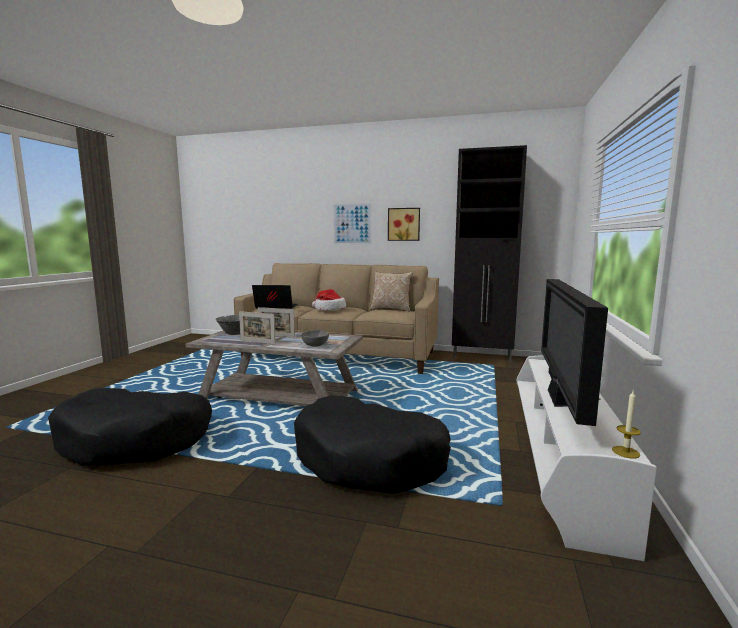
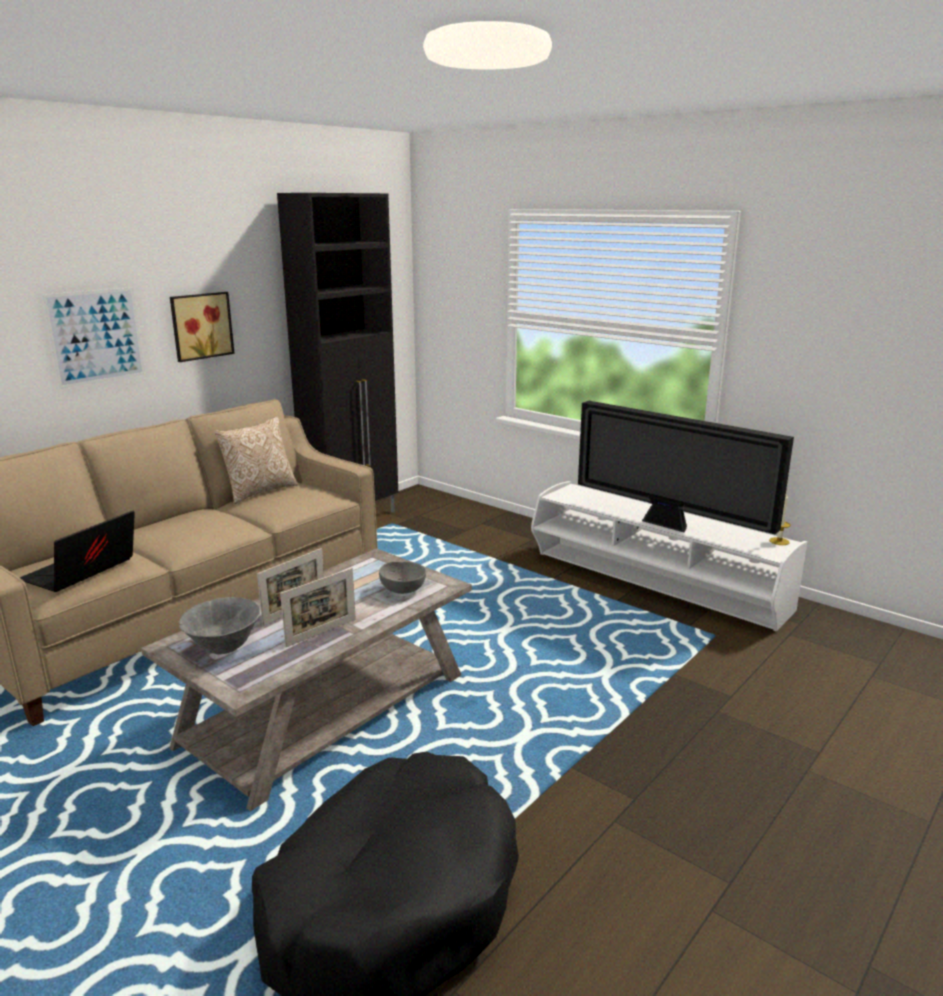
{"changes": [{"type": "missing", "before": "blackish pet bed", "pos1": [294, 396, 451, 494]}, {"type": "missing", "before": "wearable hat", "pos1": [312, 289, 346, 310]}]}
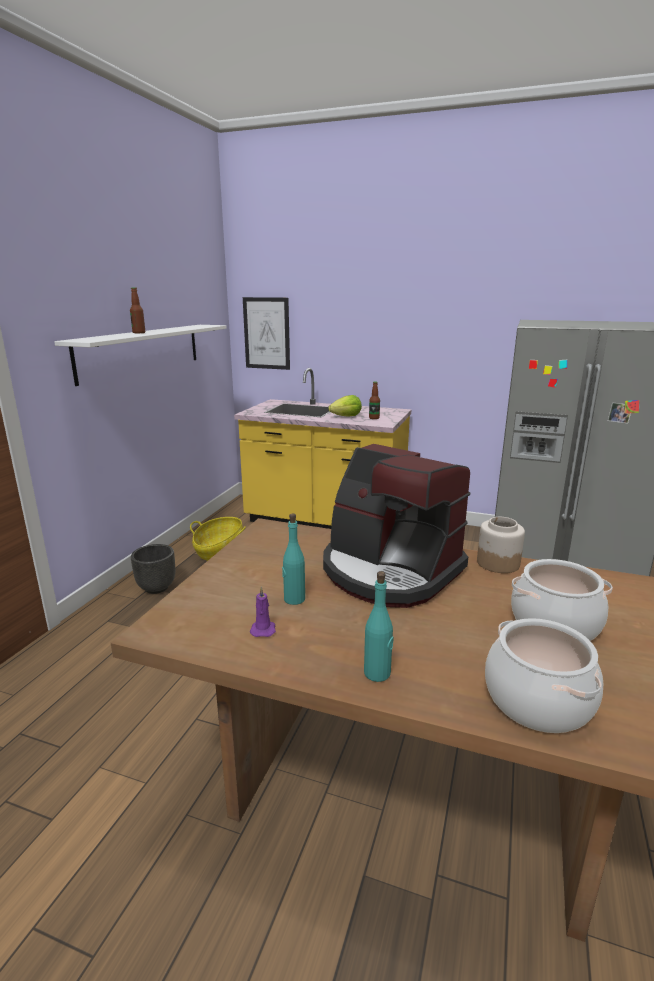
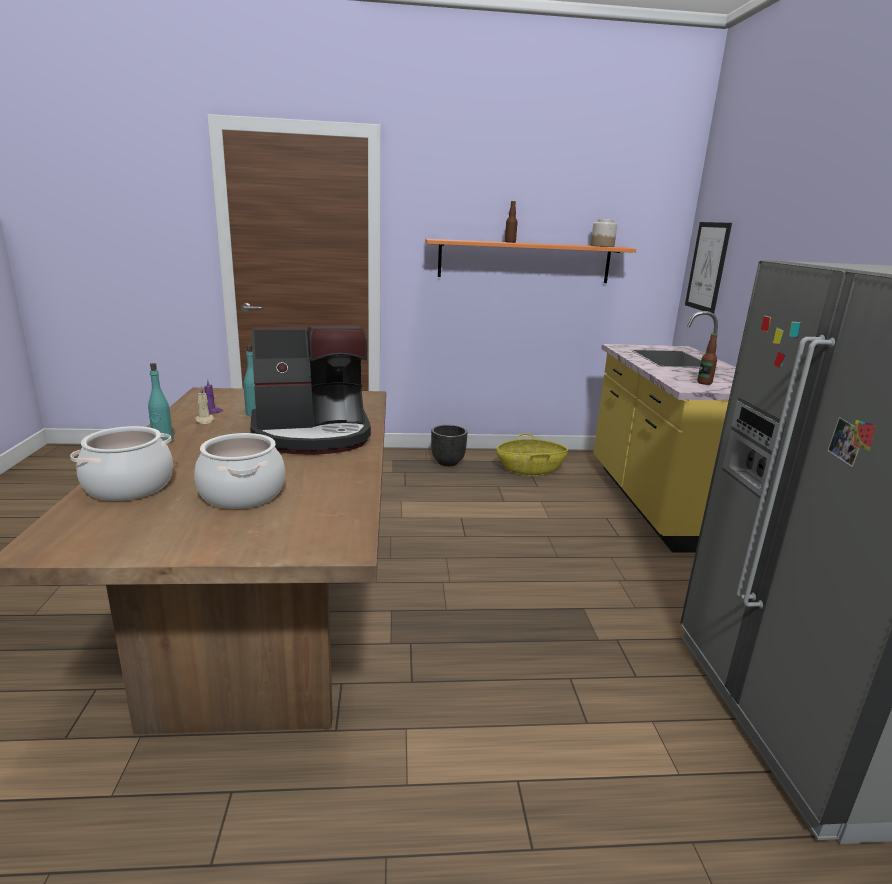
{"changes": [{"type": "colour", "before": "whitish wall shelf", "after": "orange wall shelf", "pos1": [54, 325, 227, 386], "pos2": [425, 239, 636, 283]}, {"type": "spun", "before": "coffee brewer", "pos1": [323, 444, 470, 608], "pos2": [250, 326, 371, 455], "turn": -120}, {"type": "missing", "before": "lettuce", "pos1": [328, 395, 362, 416]}, {"type": "relocated", "before": "preserve jar", "pos1": [477, 517, 525, 573], "pos2": [591, 219, 617, 247]}, {"type": "appeared", "after": "sand-coloured wax candle", "pos2": [194, 386, 214, 424]}]}
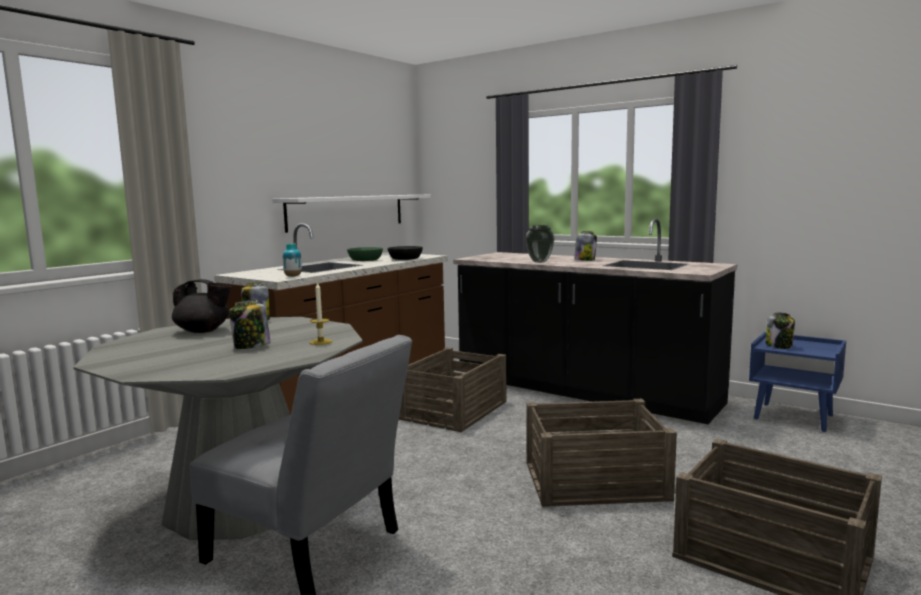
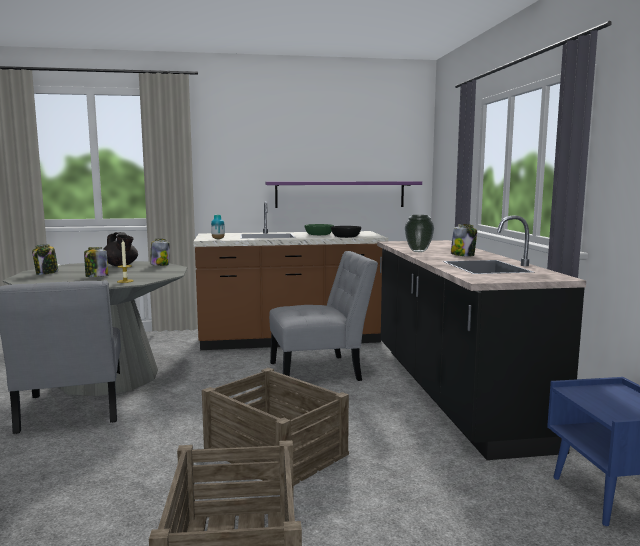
{"changes": [{"type": "colour", "before": "whitish wall shelf", "after": "purplish wall shelf", "pos1": [272, 195, 431, 233], "pos2": [265, 181, 422, 208]}, {"type": "exchanged", "before": "shipping crate", "after": "greyish chair", "pos1": [399, 347, 507, 432], "pos2": [269, 251, 378, 381]}, {"type": "relocated", "before": "preserve jar", "pos1": [766, 312, 795, 349], "pos2": [32, 244, 59, 275]}]}
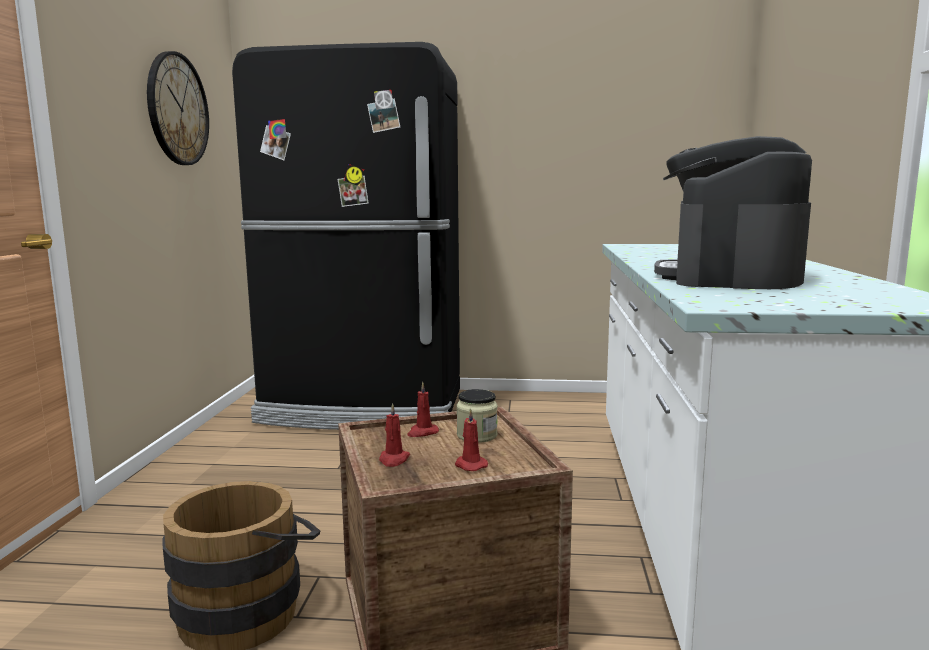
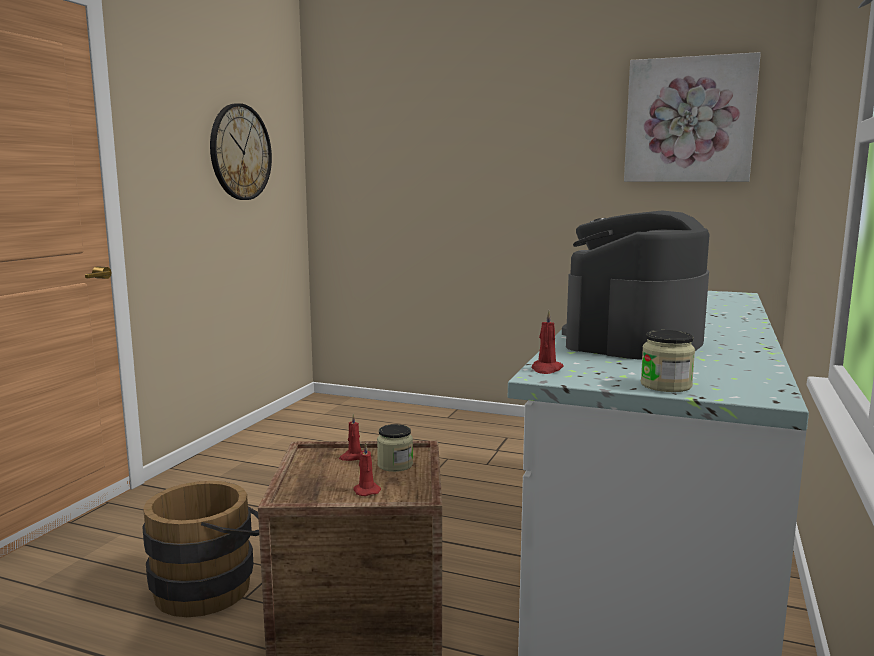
{"changes": [{"type": "missing", "before": "blackish refrigerator", "pos1": [232, 42, 460, 430]}, {"type": "relocated", "before": "red-coloured wax candle", "pos1": [379, 403, 410, 467], "pos2": [532, 310, 563, 374]}, {"type": "appeared", "after": "wall art", "pos2": [624, 52, 761, 182]}, {"type": "appeared", "after": "preserve jar", "pos2": [641, 330, 695, 392]}]}
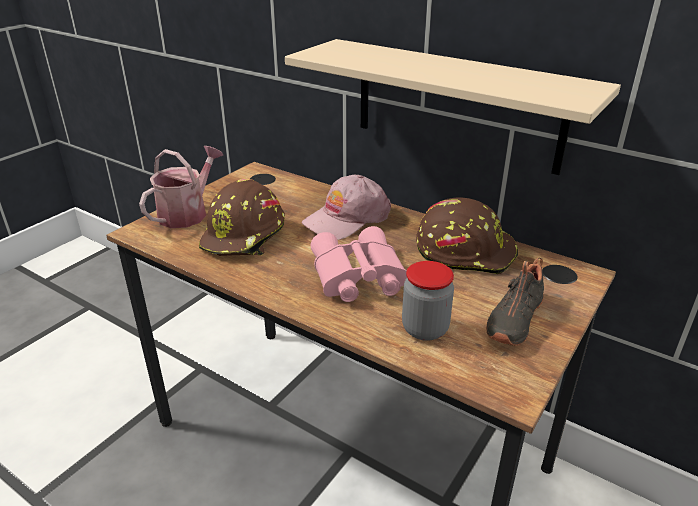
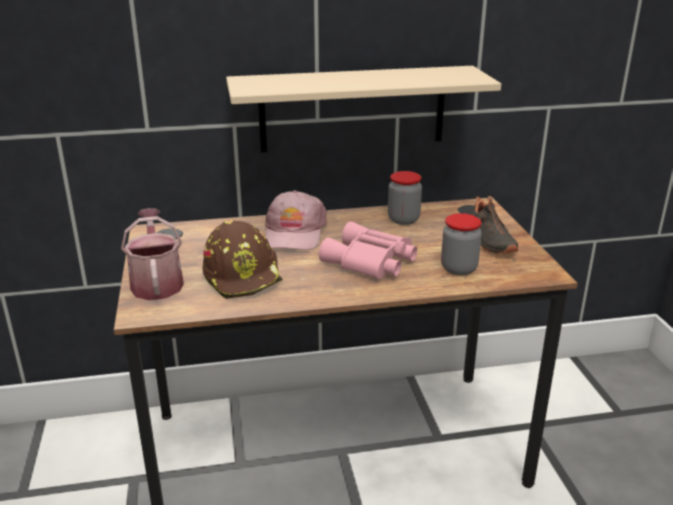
{"changes": [{"type": "exchanged", "before": "brown-coloured work helmet", "after": "preserve jar", "pos1": [416, 197, 518, 274], "pos2": [388, 171, 422, 225]}]}
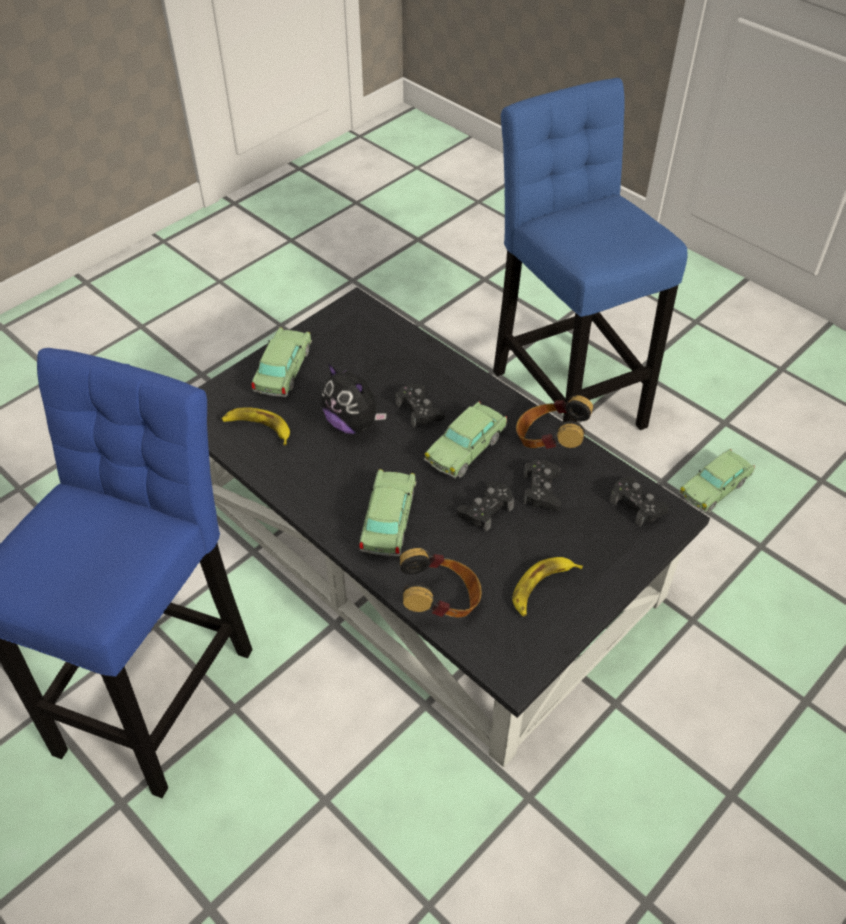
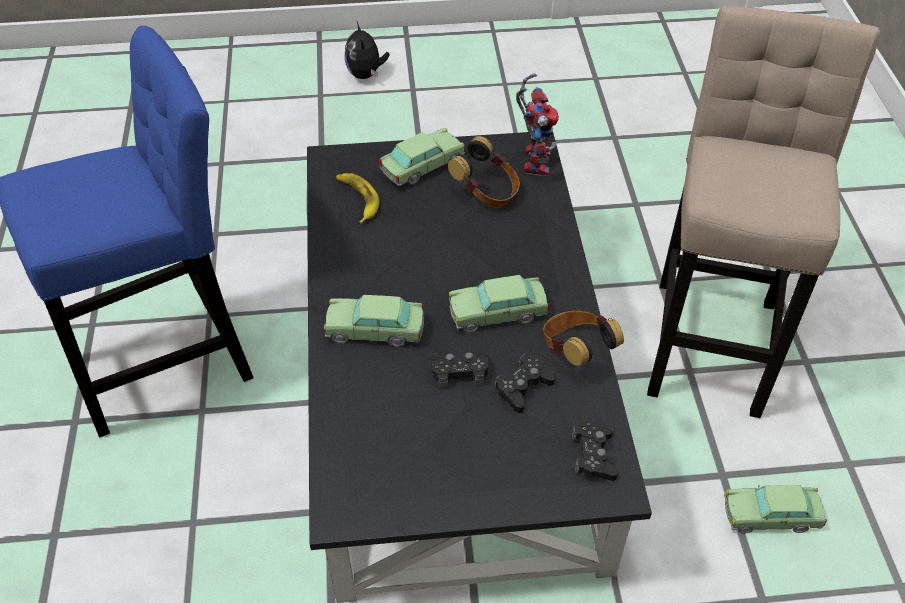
{"changes": [{"type": "relocated", "before": "plush toy", "pos1": [321, 363, 387, 434], "pos2": [344, 22, 390, 79]}, {"type": "spun", "before": "miniature car", "pos1": [359, 469, 416, 557], "pos2": [324, 295, 424, 347], "turn": -135}, {"type": "missing", "before": "blackish joypad", "pos1": [395, 384, 445, 427]}, {"type": "relocated", "before": "headset", "pos1": [400, 548, 482, 617], "pos2": [448, 136, 520, 207]}, {"type": "colour", "before": "blue stool seat", "after": "sand-coloured stool seat", "pos1": [493, 78, 688, 430], "pos2": [647, 6, 880, 418]}, {"type": "missing", "before": "whole banana", "pos1": [512, 557, 583, 616]}, {"type": "appeared", "after": "model robot", "pos2": [516, 73, 559, 176]}]}
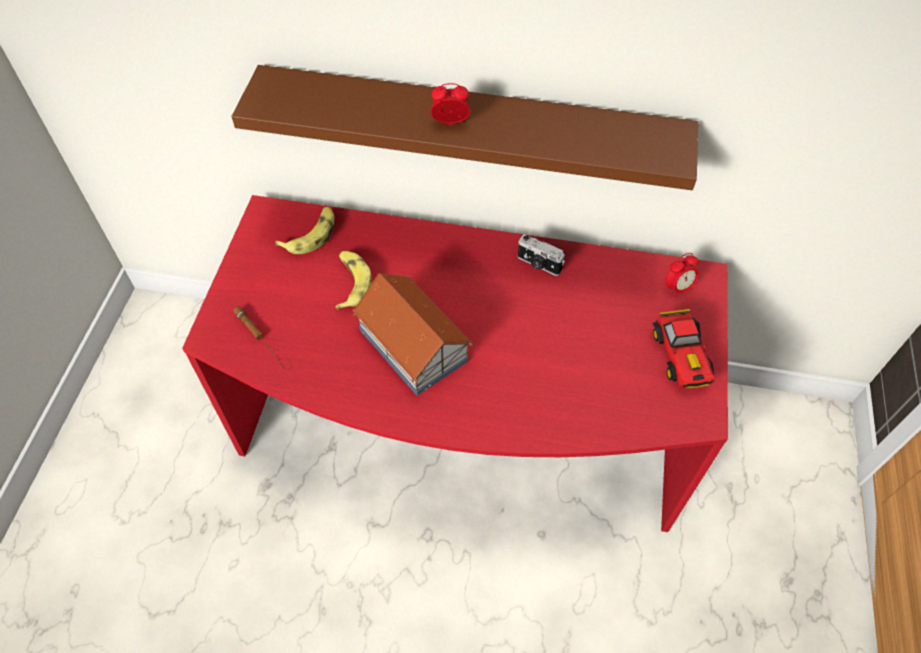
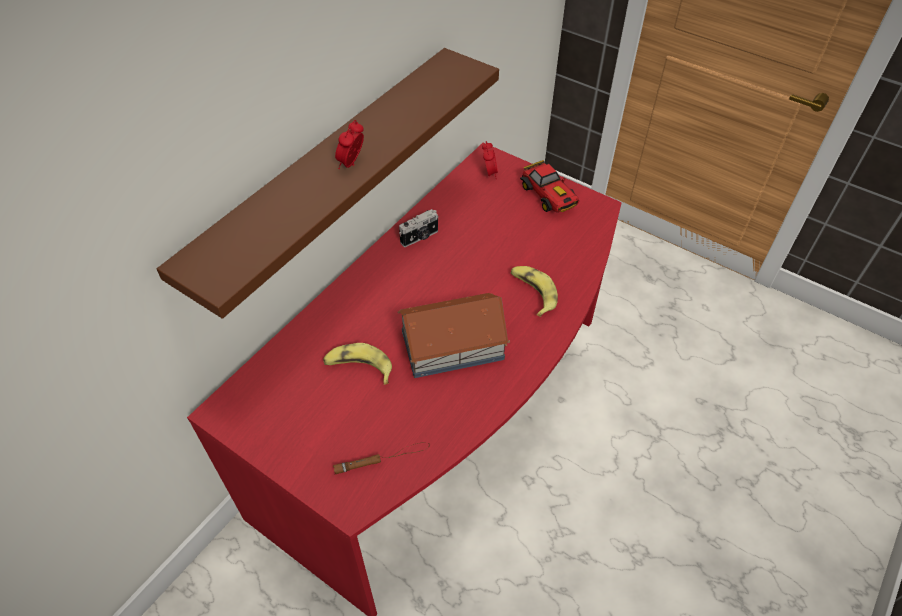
{"changes": [{"type": "relocated", "before": "whole banana", "pos1": [275, 207, 335, 254], "pos2": [510, 266, 558, 317]}, {"type": "spun", "before": "miniature car", "pos1": [653, 309, 715, 389], "pos2": [520, 160, 579, 212], "turn": 45}]}
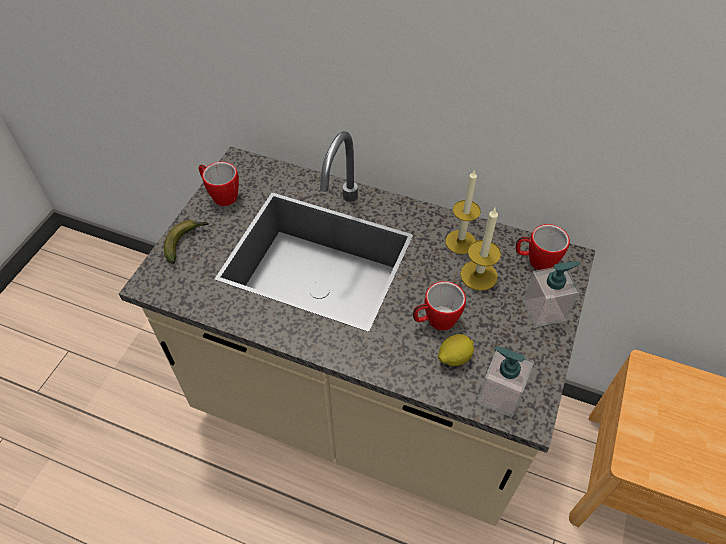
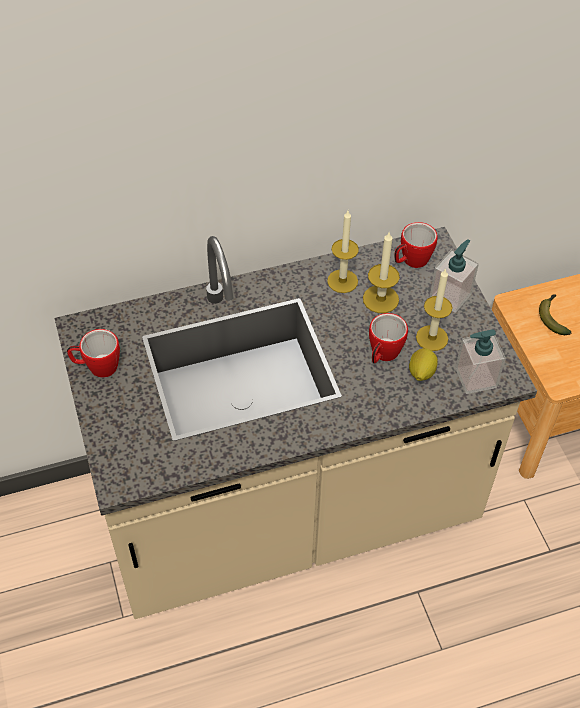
{"changes": [{"type": "relocated", "before": "whole banana", "pos1": [164, 220, 208, 264], "pos2": [539, 294, 571, 335]}, {"type": "appeared", "after": "wax candle", "pos2": [416, 268, 452, 351]}]}
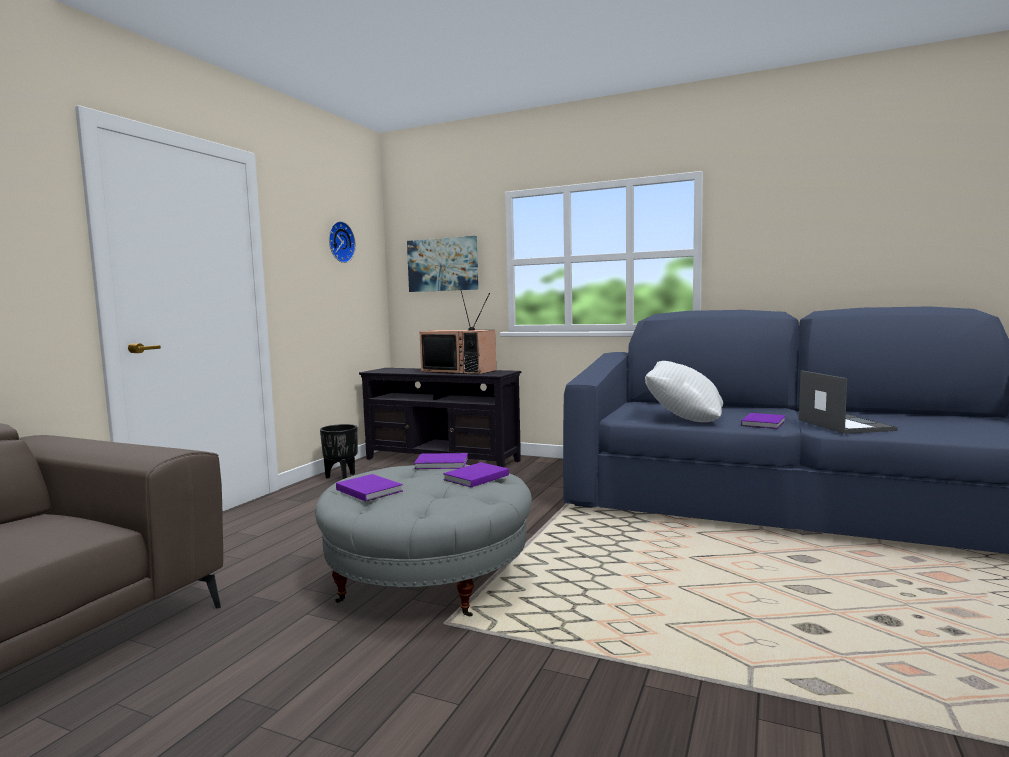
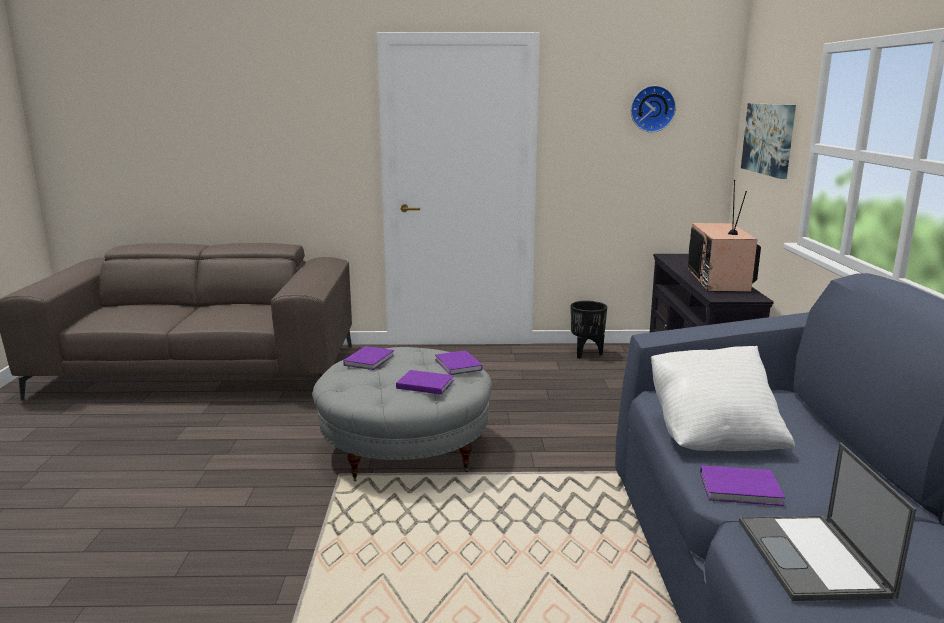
{"changes": [{"type": "spun", "before": "laptop", "pos1": [799, 370, 898, 434], "pos2": [739, 442, 916, 601], "turn": 120}]}
